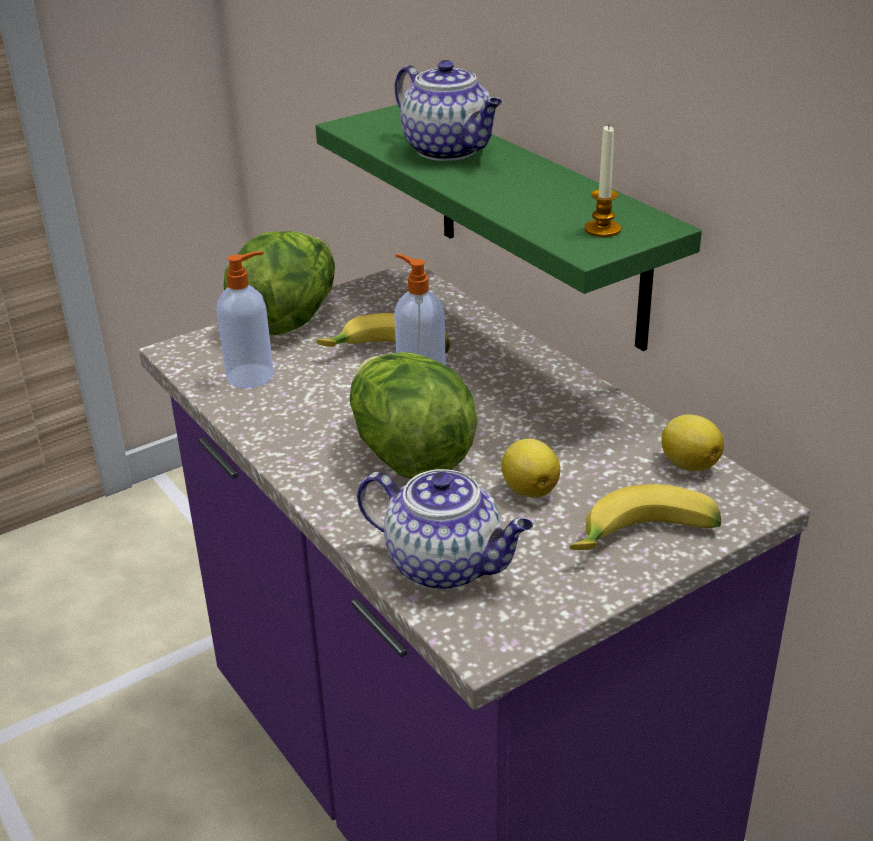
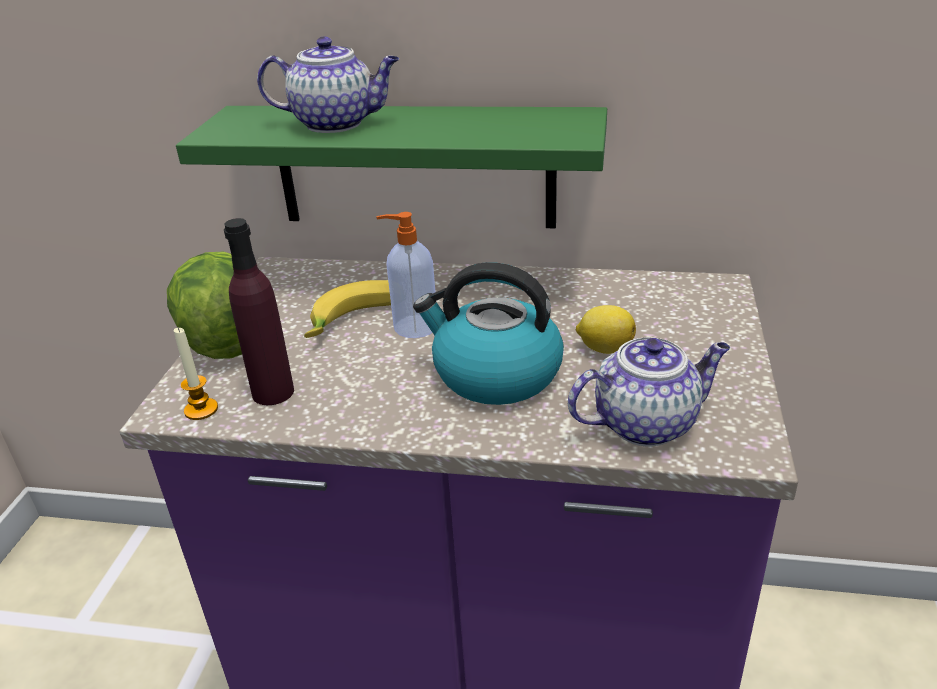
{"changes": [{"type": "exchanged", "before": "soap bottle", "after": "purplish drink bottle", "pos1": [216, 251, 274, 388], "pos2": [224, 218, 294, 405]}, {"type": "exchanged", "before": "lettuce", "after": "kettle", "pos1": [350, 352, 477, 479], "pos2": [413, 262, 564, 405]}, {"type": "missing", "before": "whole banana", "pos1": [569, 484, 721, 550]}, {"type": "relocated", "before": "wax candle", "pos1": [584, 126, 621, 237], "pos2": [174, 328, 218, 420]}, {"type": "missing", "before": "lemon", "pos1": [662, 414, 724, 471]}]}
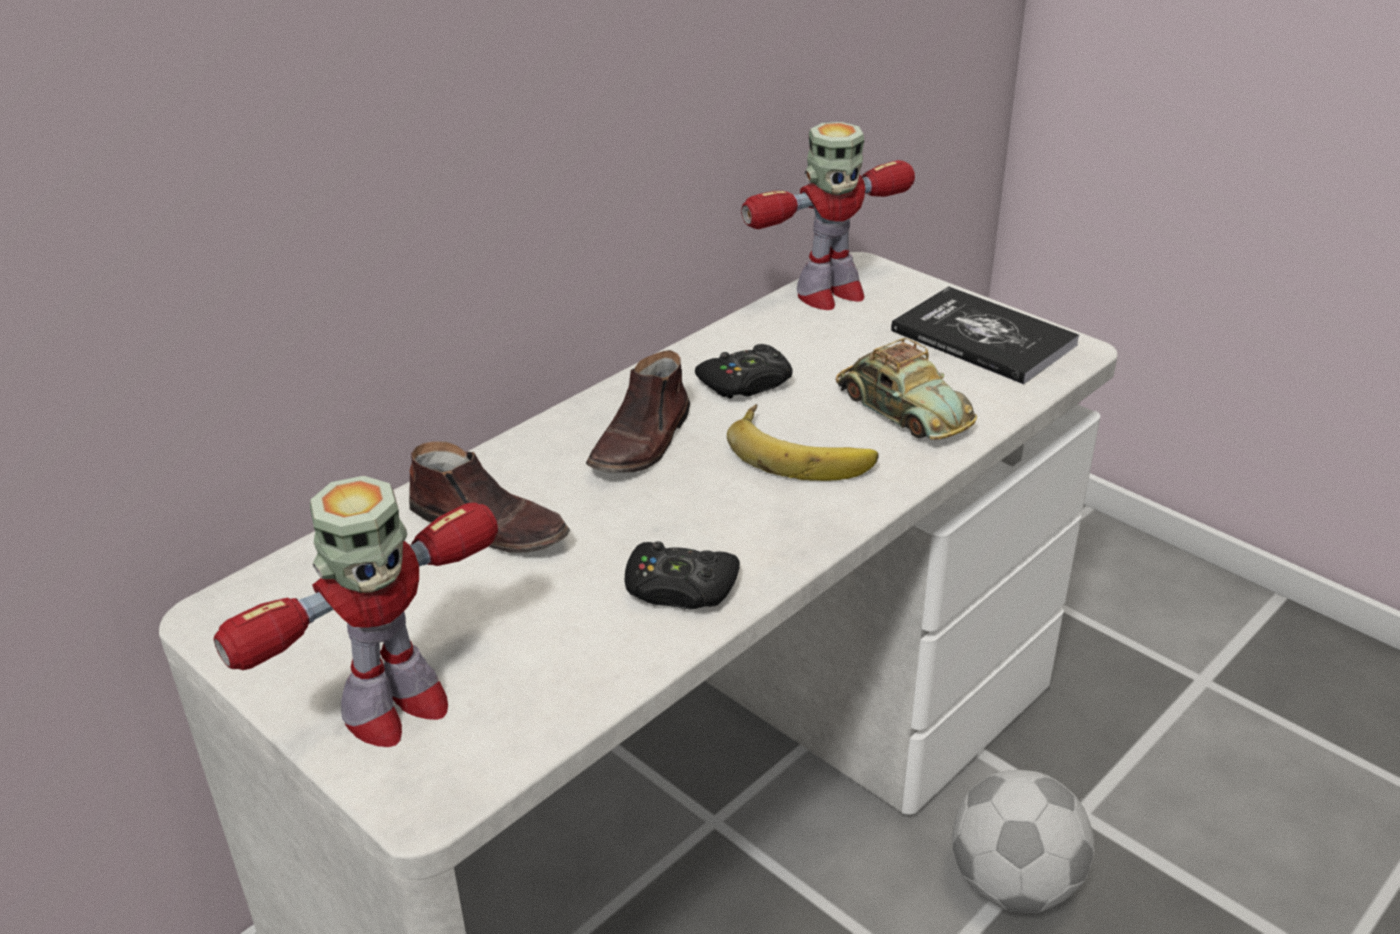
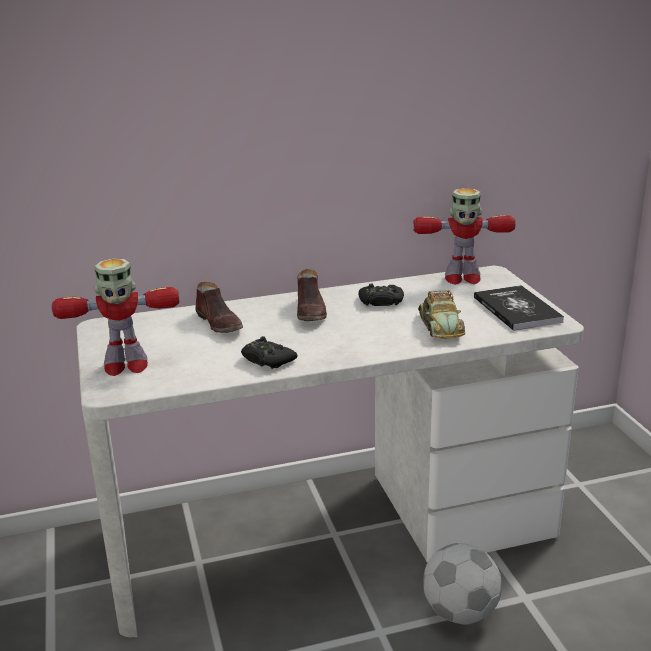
{"changes": [{"type": "spun", "before": "brown-coloured low shoe", "pos1": [586, 350, 690, 473], "pos2": [297, 269, 327, 321], "turn": -60}, {"type": "missing", "before": "whole banana", "pos1": [727, 404, 879, 481]}]}
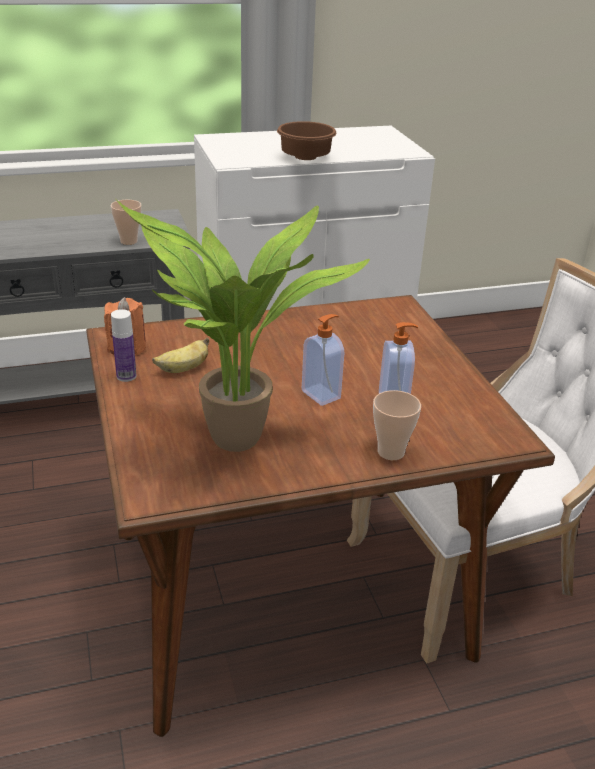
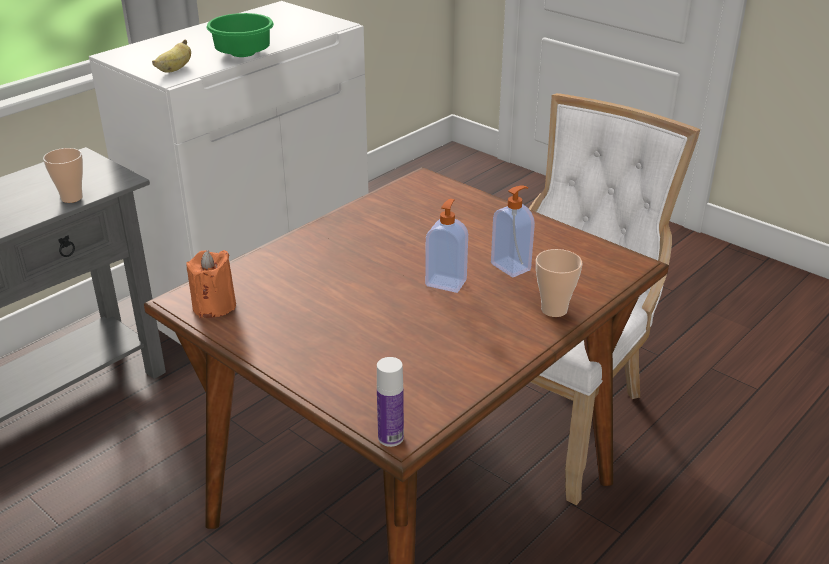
{"changes": [{"type": "relocated", "before": "drink bottle", "pos1": [111, 309, 136, 382], "pos2": [377, 357, 404, 447]}, {"type": "missing", "before": "plant in a pot", "pos1": [115, 198, 370, 452]}, {"type": "relocated", "before": "whole banana", "pos1": [152, 337, 209, 373], "pos2": [152, 39, 191, 73]}, {"type": "colour", "before": "brown-coloured serving bowl", "after": "greenish serving bowl", "pos1": [277, 121, 337, 160], "pos2": [207, 13, 274, 57]}]}
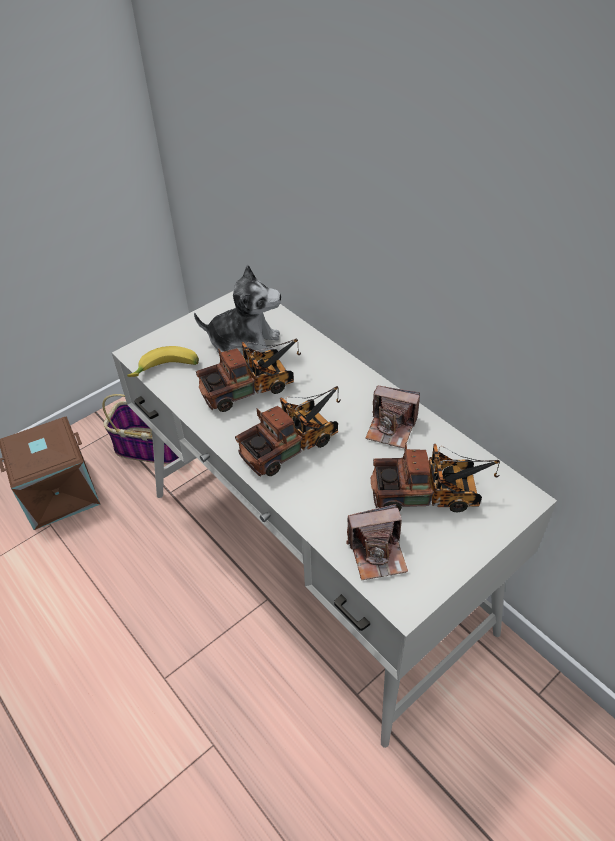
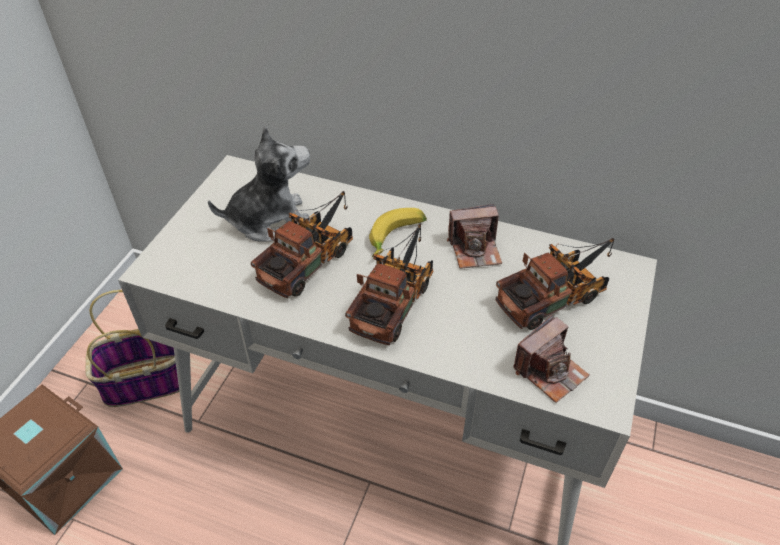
{"changes": [{"type": "relocated", "before": "whole banana", "pos1": [127, 346, 199, 377], "pos2": [369, 208, 427, 257]}]}
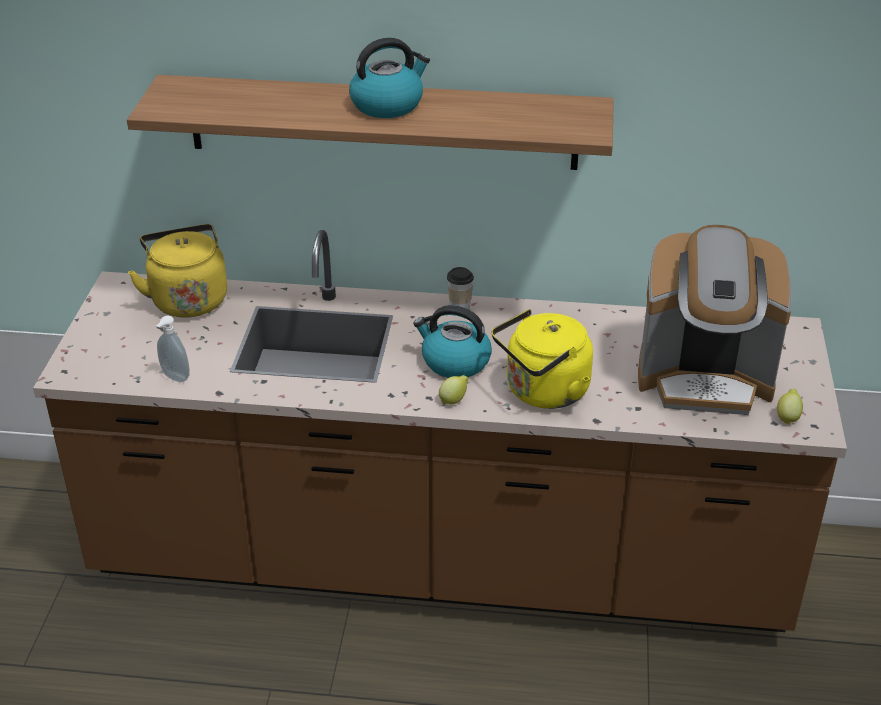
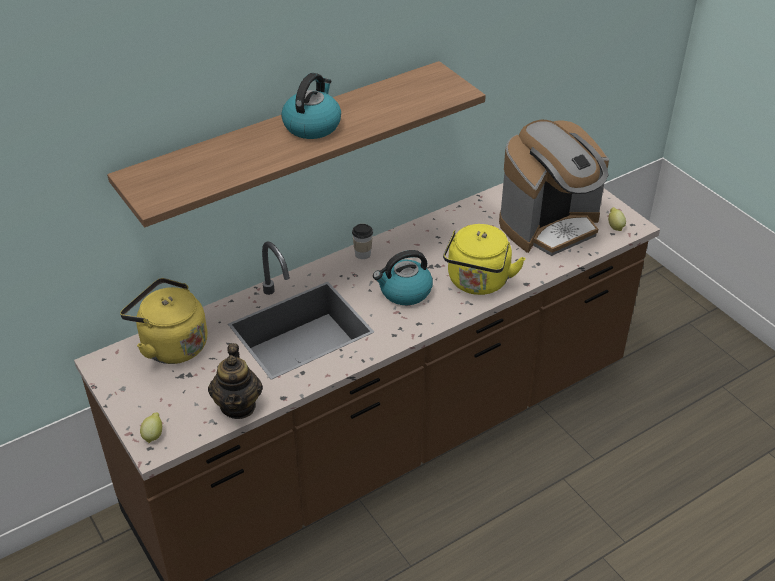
{"changes": [{"type": "exchanged", "before": "soap bottle", "after": "pot for tea", "pos1": [156, 316, 190, 382], "pos2": [208, 343, 263, 419]}, {"type": "relocated", "before": "lemon", "pos1": [439, 375, 468, 405], "pos2": [140, 413, 162, 443]}]}
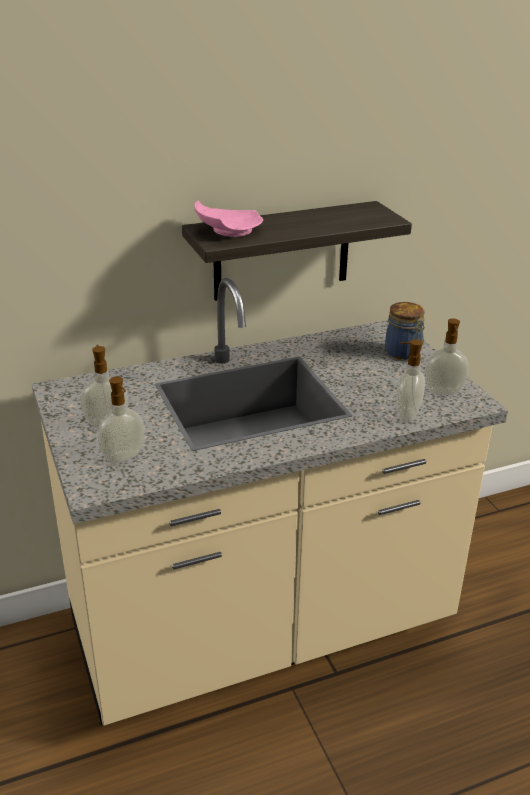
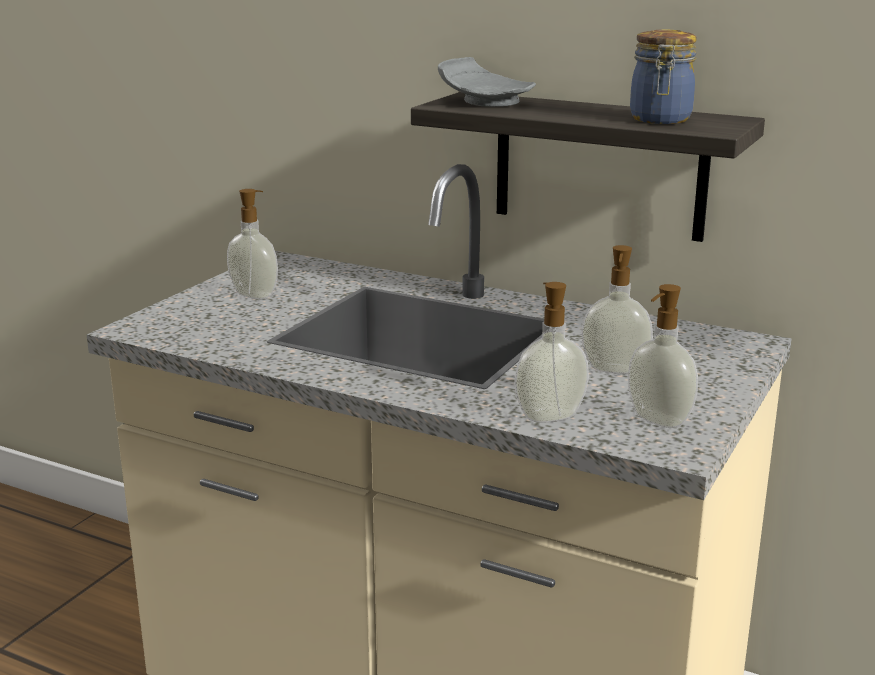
{"changes": [{"type": "relocated", "before": "soap bottle", "pos1": [98, 376, 145, 463], "pos2": [581, 245, 653, 374]}, {"type": "colour", "before": "pink plate", "after": "greyish plate", "pos1": [194, 201, 263, 237], "pos2": [438, 57, 536, 107]}, {"type": "relocated", "before": "preserve jar", "pos1": [385, 302, 425, 360], "pos2": [630, 29, 697, 124]}]}
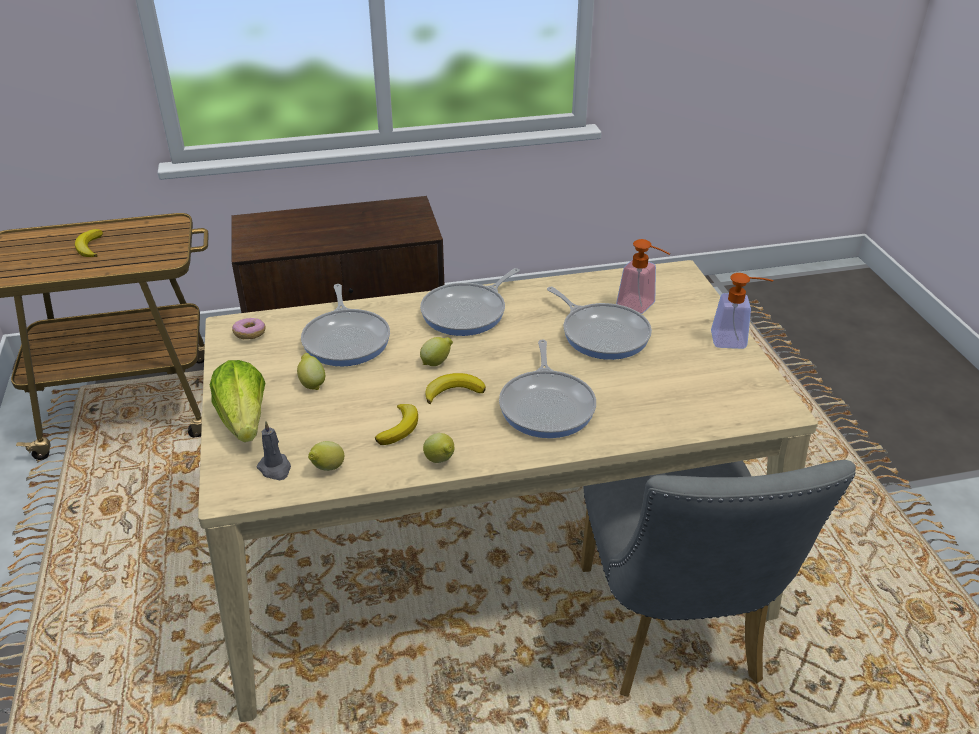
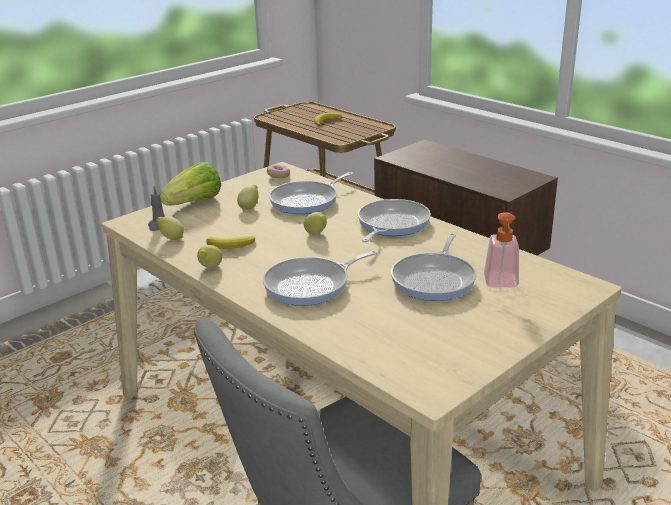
{"changes": [{"type": "spun", "before": "frying pan", "pos1": [420, 268, 520, 336], "pos2": [358, 199, 431, 242], "turn": 105}, {"type": "missing", "before": "whole banana", "pos1": [425, 373, 486, 404]}, {"type": "missing", "before": "soap bottle", "pos1": [711, 273, 774, 349]}]}
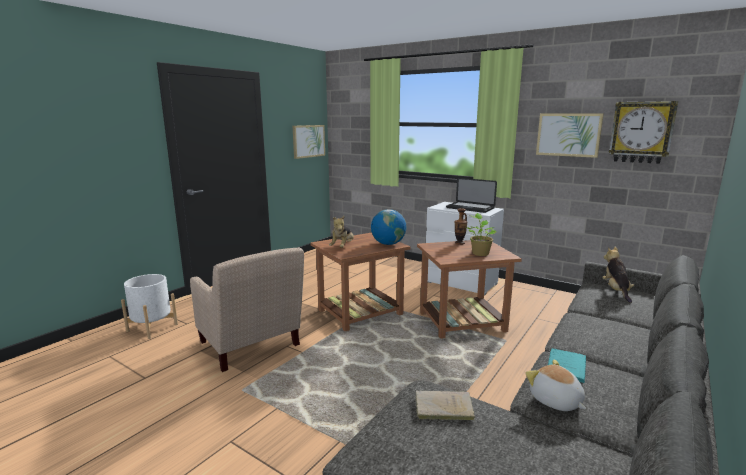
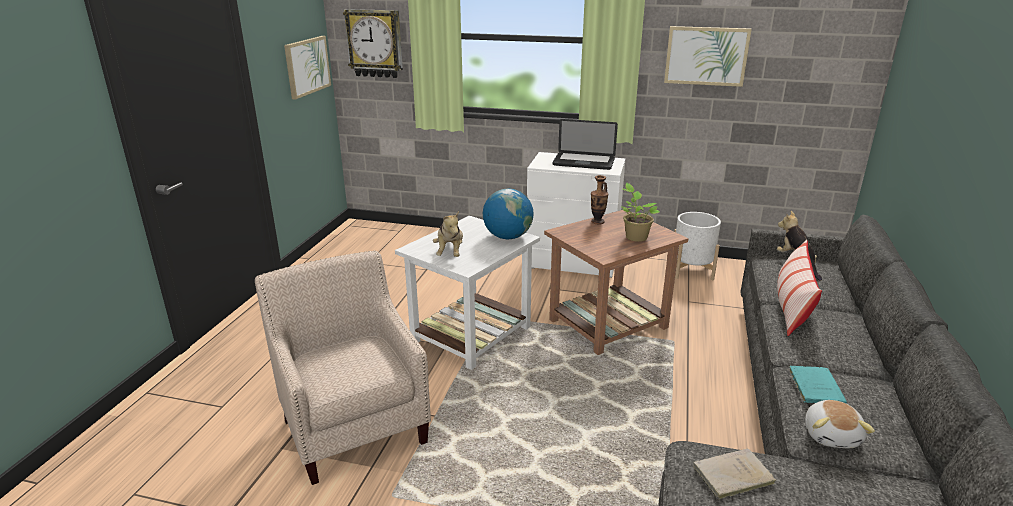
{"changes": [{"type": "relocated", "before": "whitish planter", "pos1": [121, 274, 178, 339], "pos2": [675, 212, 721, 280]}, {"type": "spun", "before": "sand-coloured armchair", "pos1": [190, 247, 304, 372], "pos2": [255, 250, 431, 485], "turn": -150}, {"type": "colour", "before": "brown-coloured end table", "after": "whitish end table", "pos1": [310, 232, 411, 331], "pos2": [395, 216, 540, 370]}, {"type": "spun", "before": "plush toy", "pos1": [525, 360, 586, 411], "pos2": [805, 400, 875, 448], "turn": -120}, {"type": "relocated", "before": "hanging clock", "pos1": [609, 101, 678, 164], "pos2": [343, 9, 403, 78]}, {"type": "appeared", "after": "throw pillow", "pos2": [777, 240, 822, 336]}]}
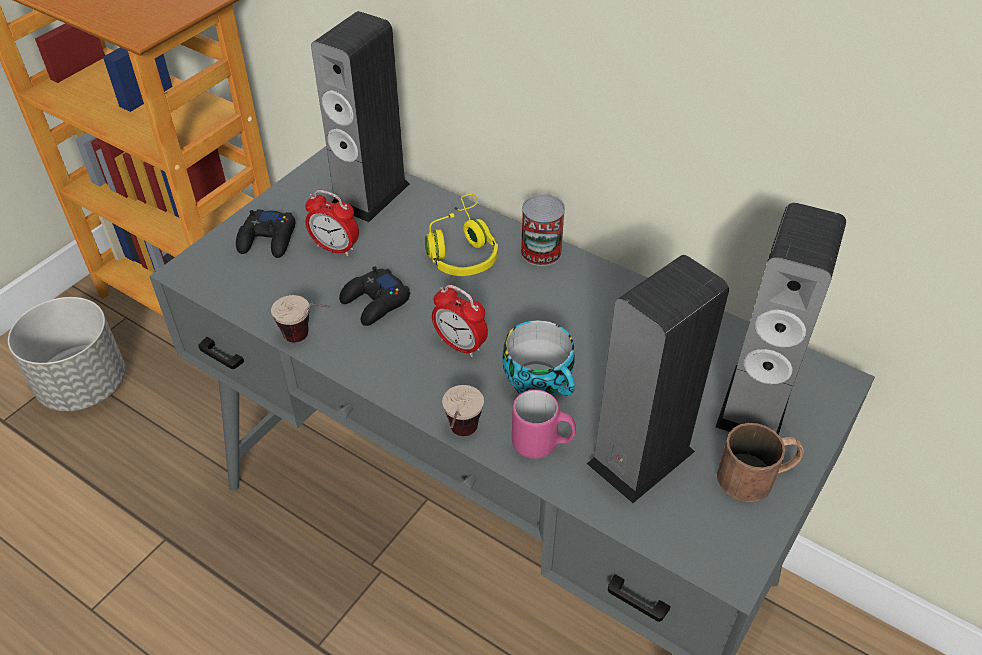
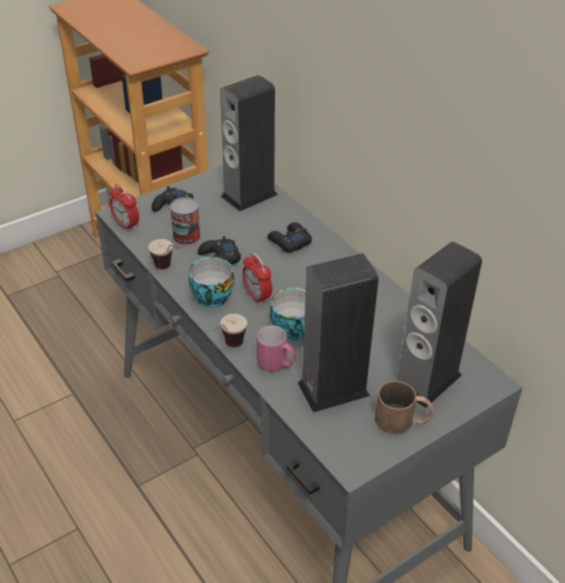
{"changes": [{"type": "missing", "before": "greyish planter", "pos1": [8, 297, 125, 411]}, {"type": "relocated", "before": "table clock", "pos1": [305, 190, 359, 256], "pos2": [109, 184, 139, 232]}, {"type": "exchanged", "before": "yellow-coloured headset", "after": "blackish joypad", "pos1": [425, 194, 498, 276], "pos2": [267, 222, 312, 252]}, {"type": "relocated", "before": "metal can", "pos1": [521, 194, 565, 266], "pos2": [170, 197, 201, 245]}, {"type": "appeared", "after": "cup", "pos2": [188, 257, 234, 307]}]}
